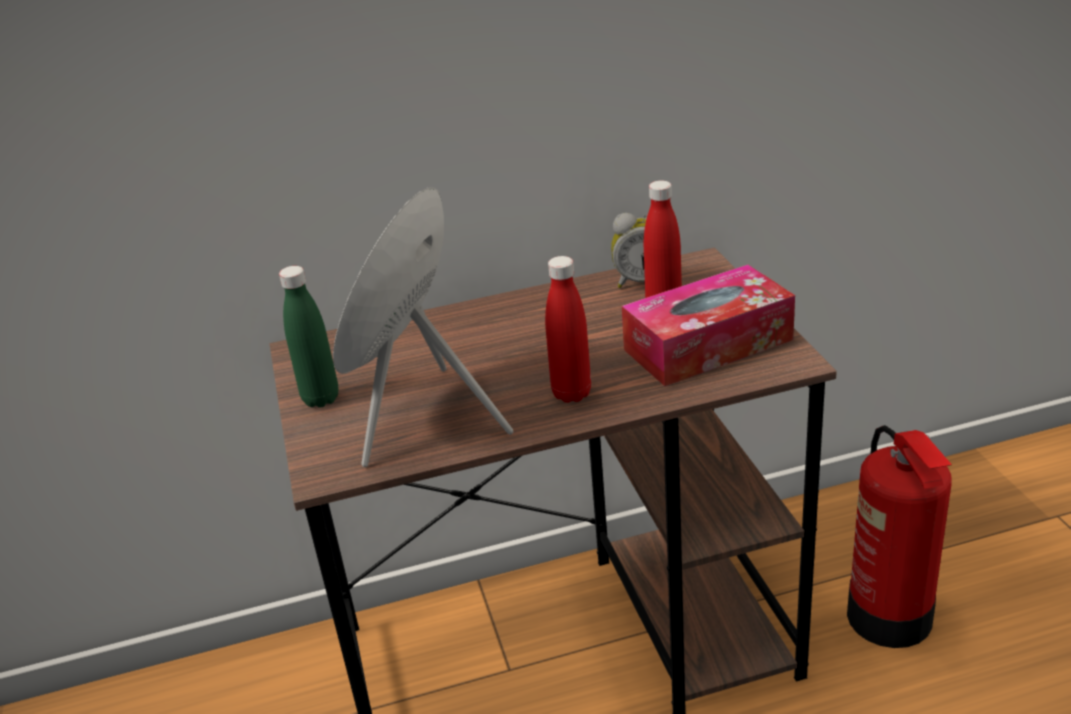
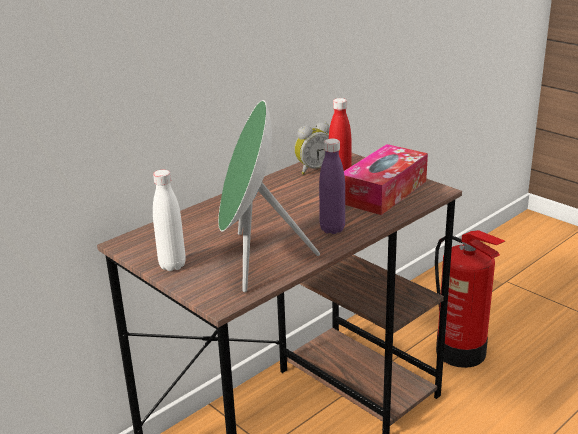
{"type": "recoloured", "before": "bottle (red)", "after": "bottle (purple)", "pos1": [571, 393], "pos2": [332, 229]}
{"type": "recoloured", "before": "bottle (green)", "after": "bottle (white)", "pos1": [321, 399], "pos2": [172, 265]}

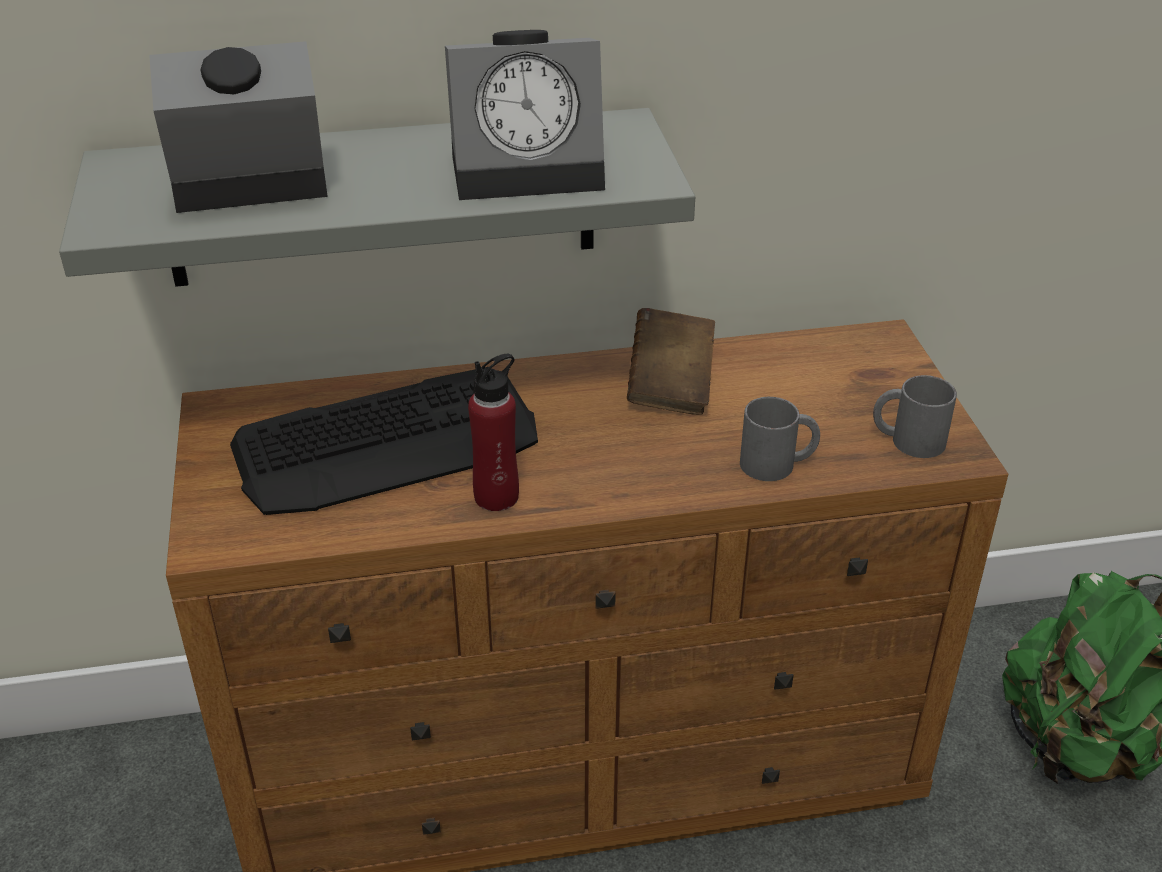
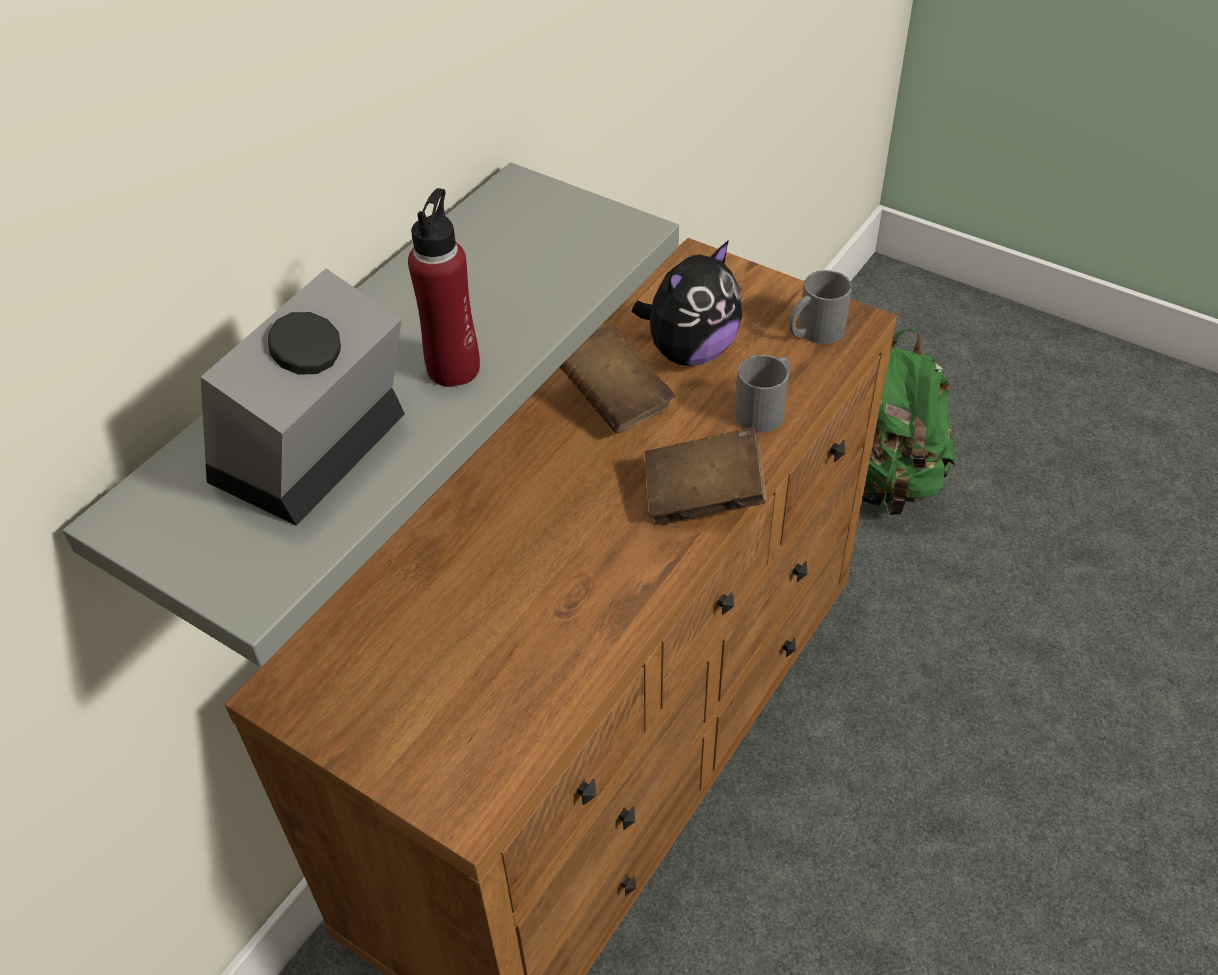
{"type": "removed", "before": "alarm clock", "pos1": [531, 168]}
{"type": "moved", "before": "bottle (red)", "pos1": [496, 496], "pos2": [453, 368]}
{"type": "removed", "before": "keyboard", "pos1": [388, 444]}
{"type": "added", "after": "plush toy", "pos2": [690, 351]}
{"type": "added", "after": "book (brown)", "pos2": [703, 497]}

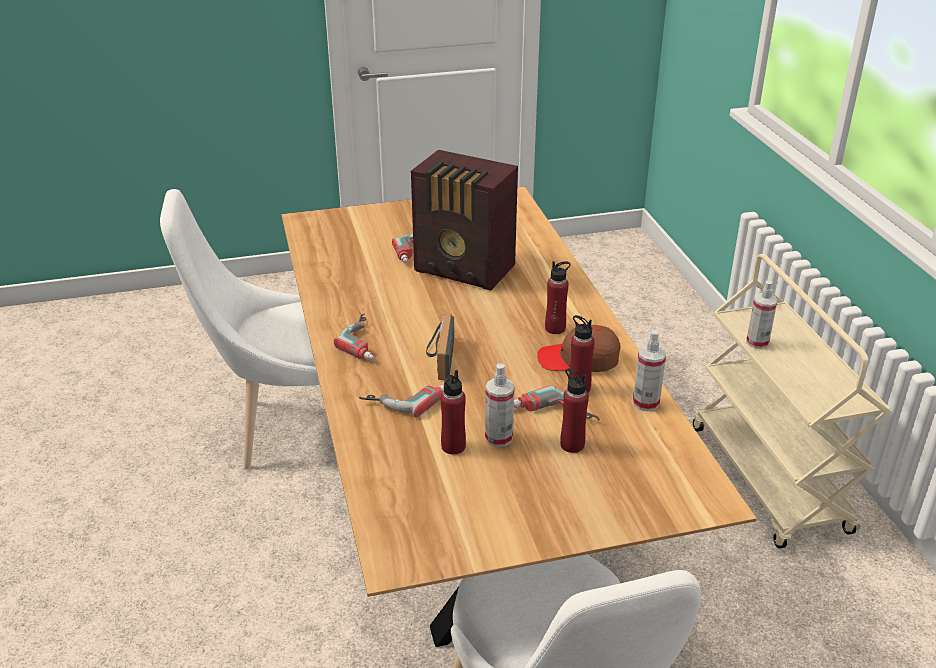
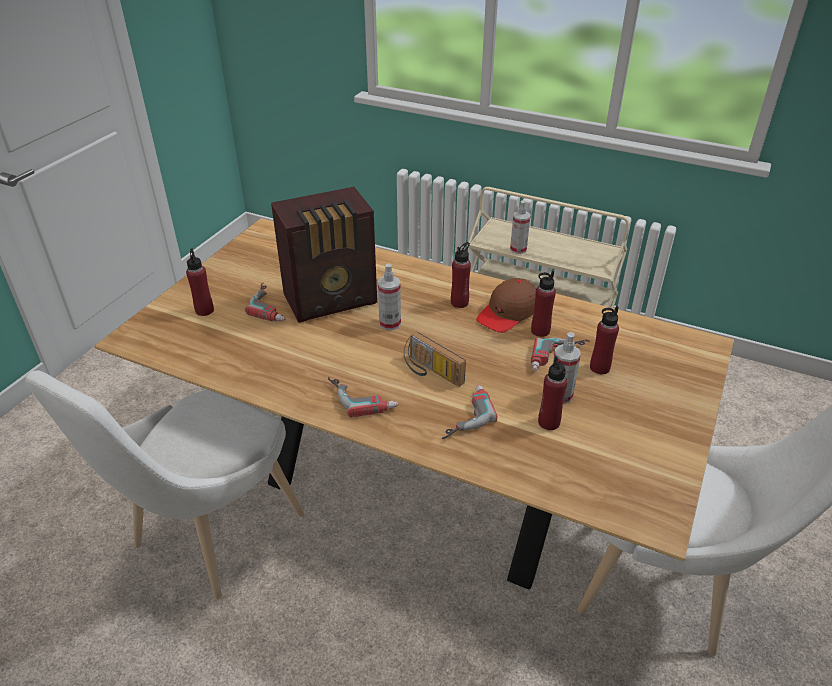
{"type": "moved", "before": "spray bottle", "pos1": [646, 403], "pos2": [390, 323]}
{"type": "added", "after": "bottle (red)", "pos2": [204, 310]}

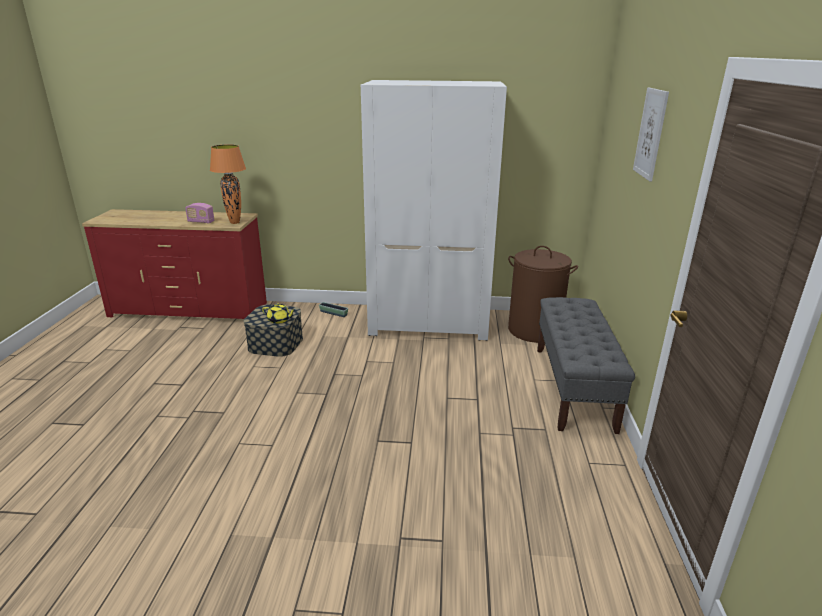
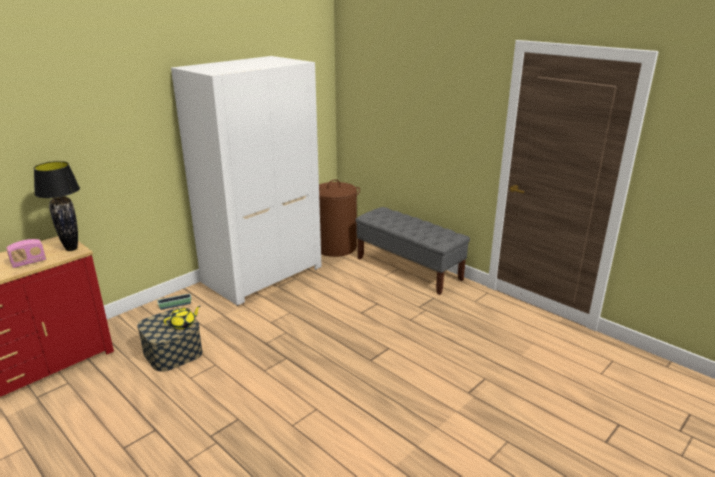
{"type": "removed", "before": "picture", "pos1": [650, 133]}
{"type": "recoloured", "before": "table lamp (orange)", "after": "table lamp (black)", "pos1": [235, 222], "pos2": [72, 249]}

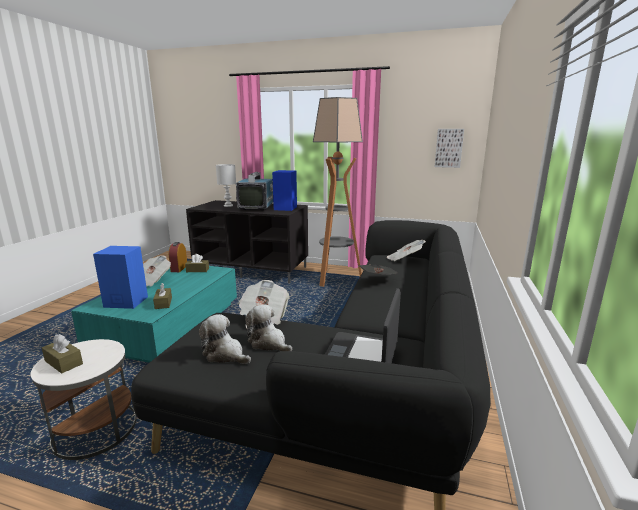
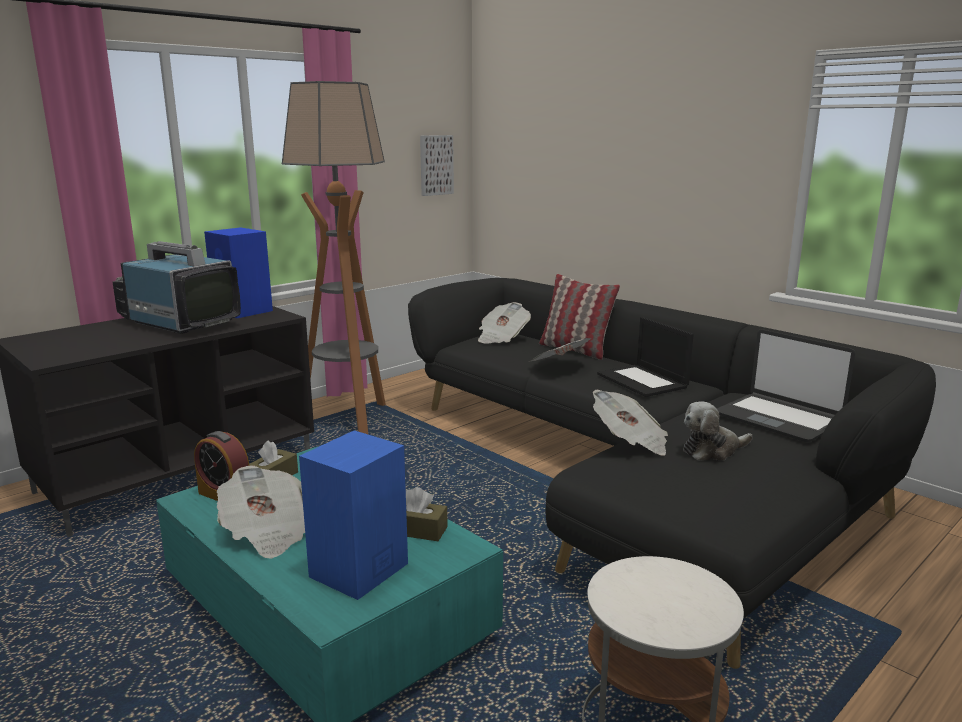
{"type": "removed", "before": "table lamp (white)", "pos1": [227, 206]}
{"type": "removed", "before": "plush toy", "pos1": [225, 354]}
{"type": "removed", "before": "tissue box (brown)", "pos1": [63, 362]}
{"type": "added", "after": "pillow", "pos2": [575, 350]}
{"type": "added", "after": "laptop", "pos2": [643, 381]}

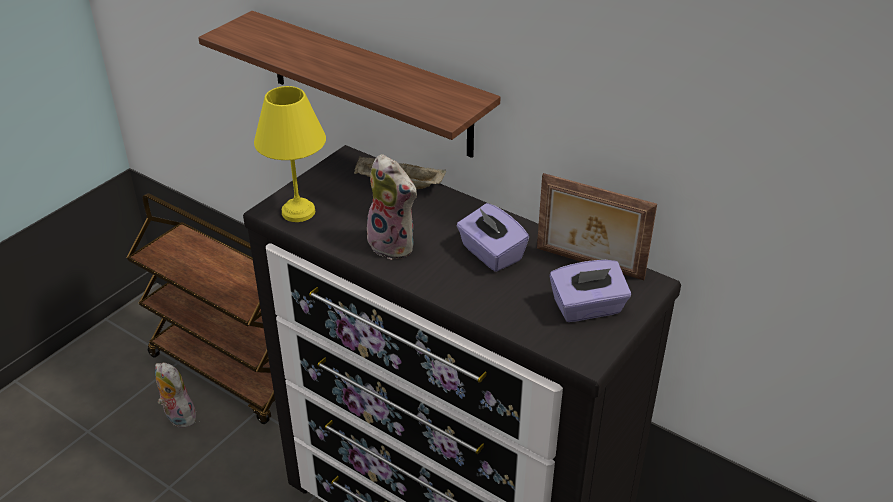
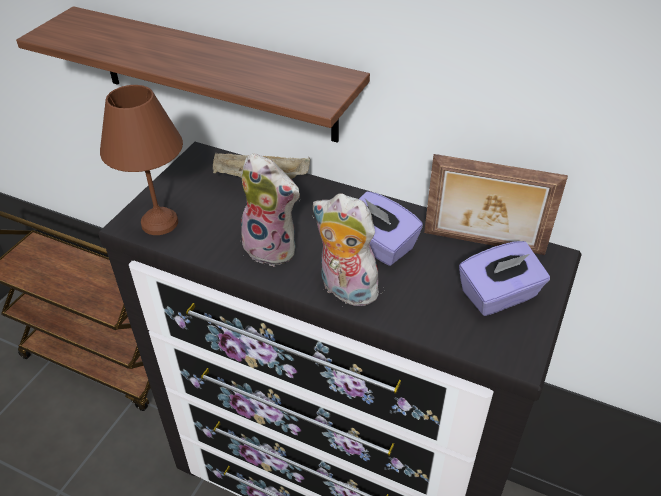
{"type": "recoloured", "before": "table lamp (yellow)", "after": "table lamp (brown)", "pos1": [300, 211], "pos2": [161, 222]}
{"type": "moved", "before": "plush toy", "pos1": [177, 416], "pos2": [344, 290]}

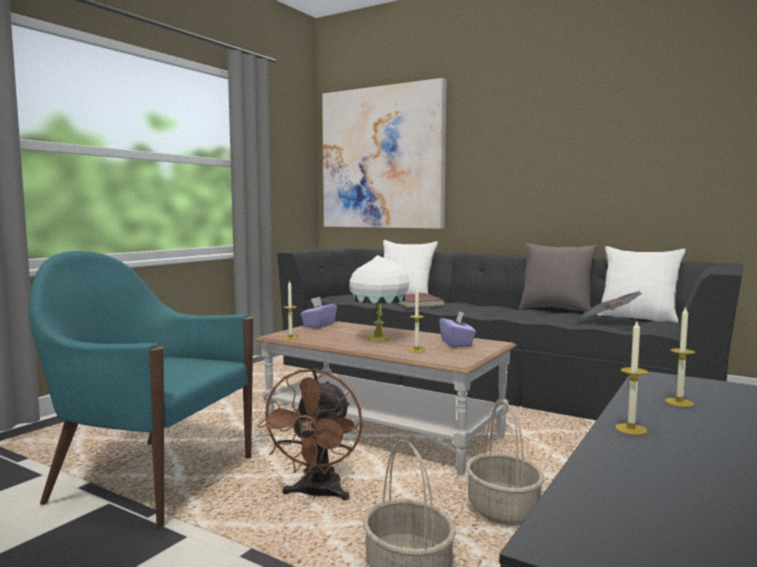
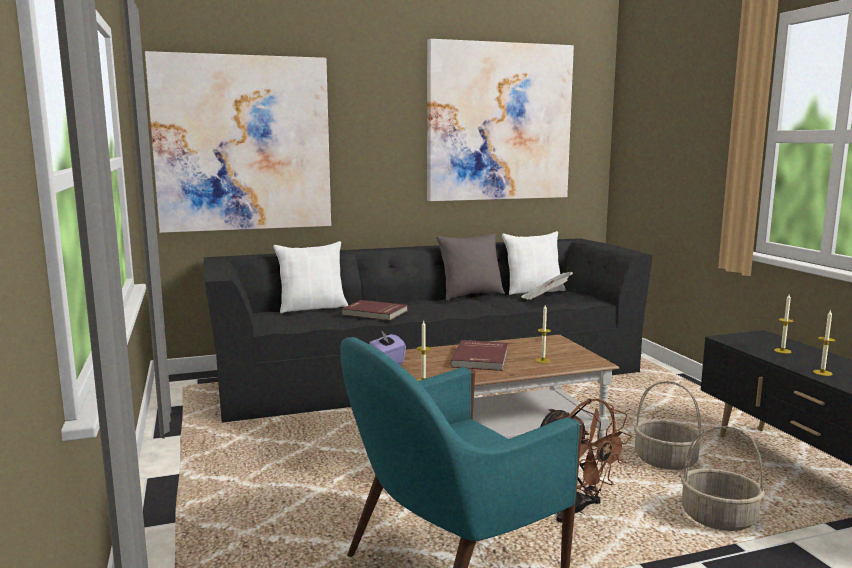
{"type": "replaced", "before": "table lamp (white)", "after": "book (red)", "pos1": [379, 338], "pos2": [482, 358]}
{"type": "removed", "before": "tissue box (purple)", "pos1": [457, 344]}
{"type": "added", "after": "picture", "pos2": [498, 122]}

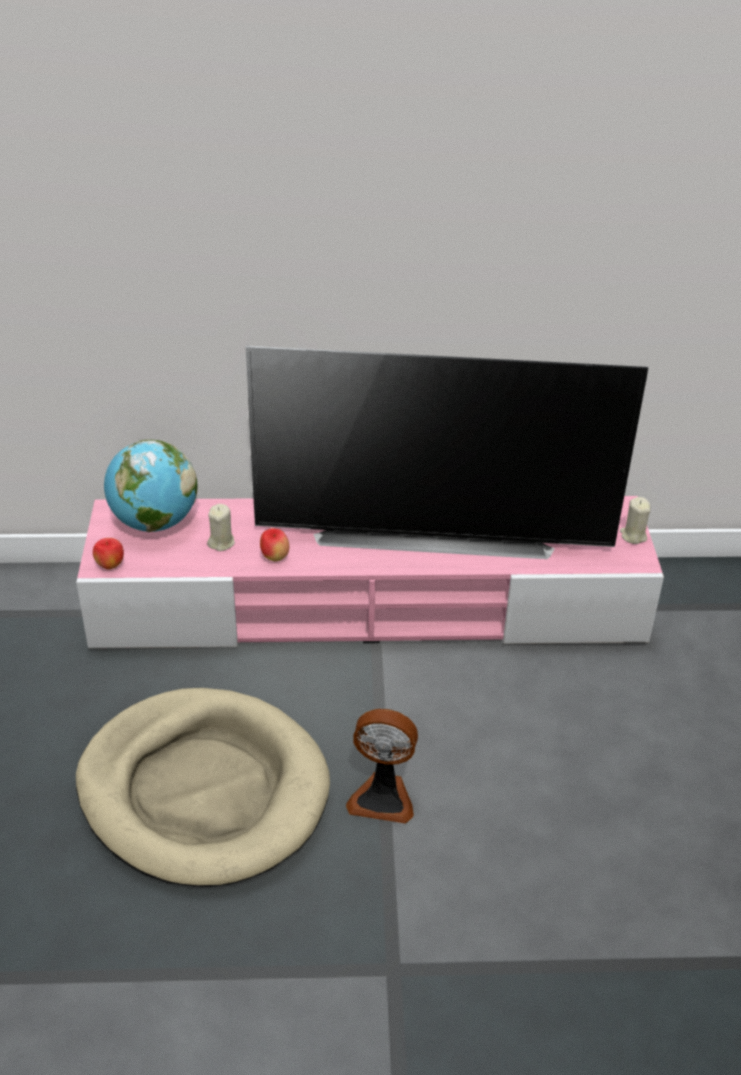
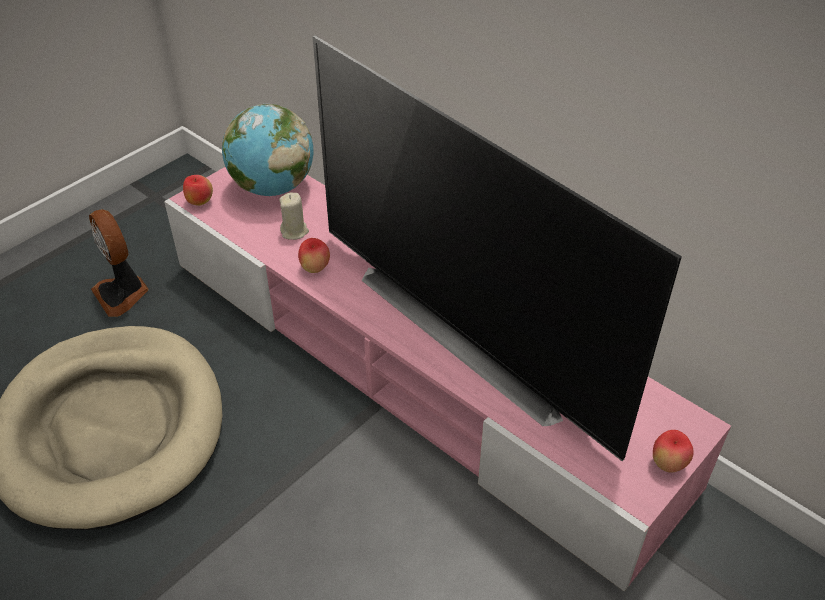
{"type": "replaced", "before": "candle (beige)", "after": "apple", "pos1": [633, 535], "pos2": [668, 464]}
{"type": "moved", "before": "fan", "pos1": [382, 797], "pos2": [122, 293]}

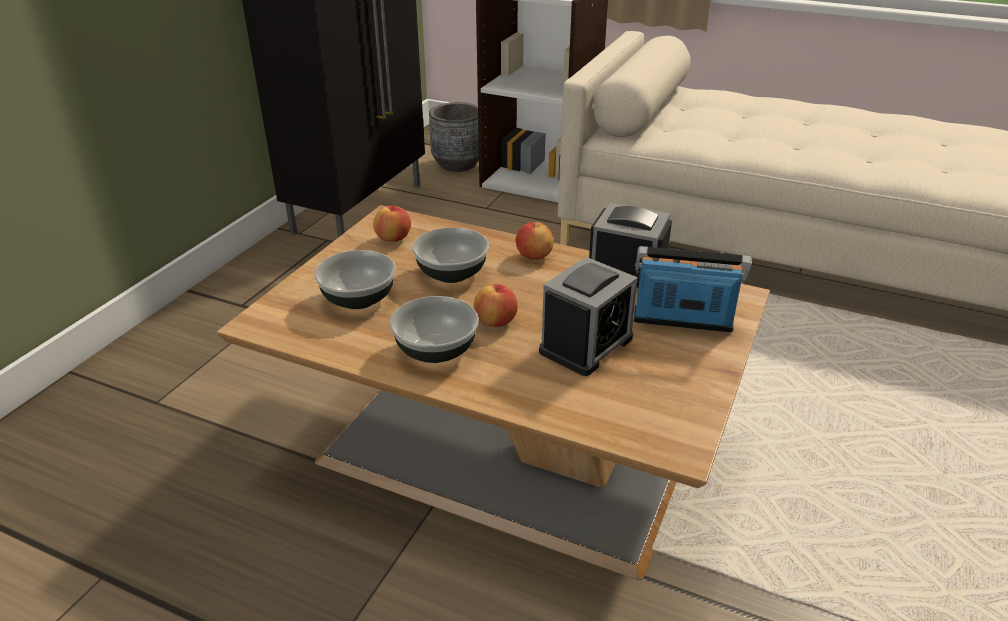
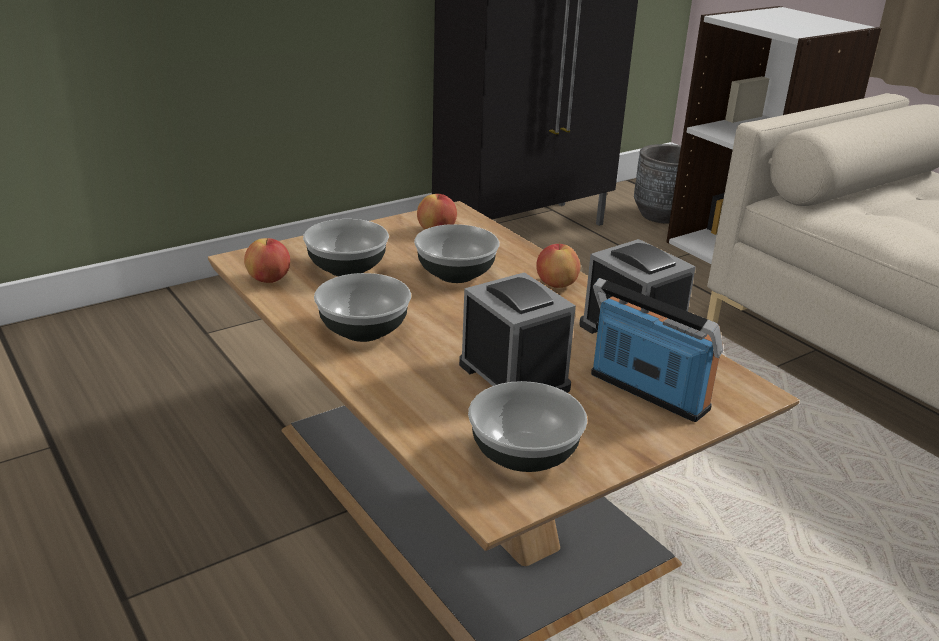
{"type": "turned", "before": "alarm clock", "pos1": [586, 345], "pos2": [513, 376], "turn": -105}
{"type": "moved", "before": "apple", "pos1": [496, 322], "pos2": [269, 279]}
{"type": "added", "after": "bowl", "pos2": [523, 454]}

